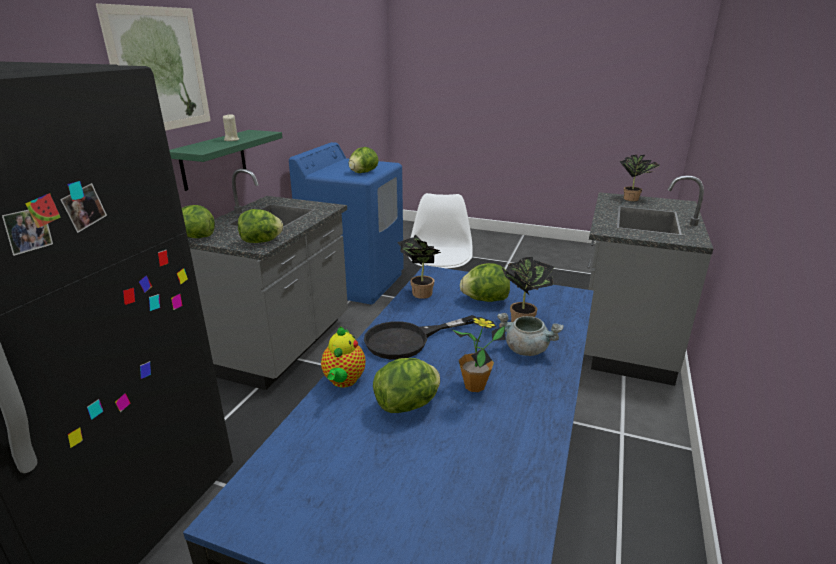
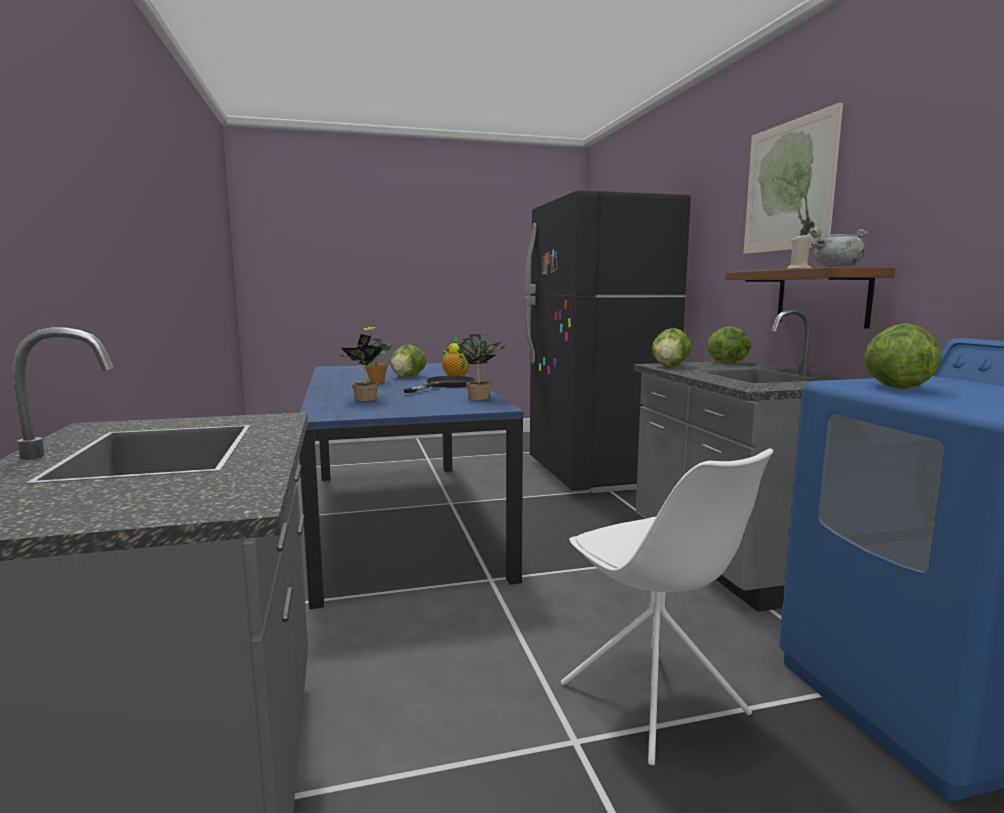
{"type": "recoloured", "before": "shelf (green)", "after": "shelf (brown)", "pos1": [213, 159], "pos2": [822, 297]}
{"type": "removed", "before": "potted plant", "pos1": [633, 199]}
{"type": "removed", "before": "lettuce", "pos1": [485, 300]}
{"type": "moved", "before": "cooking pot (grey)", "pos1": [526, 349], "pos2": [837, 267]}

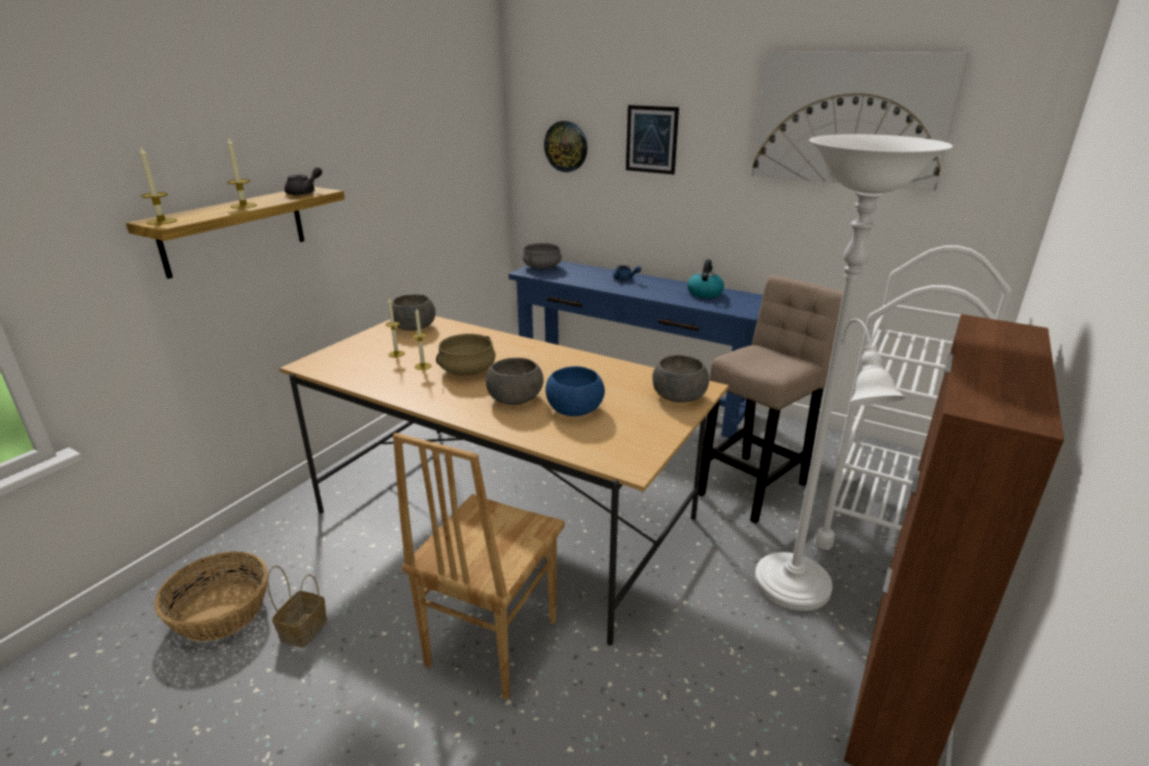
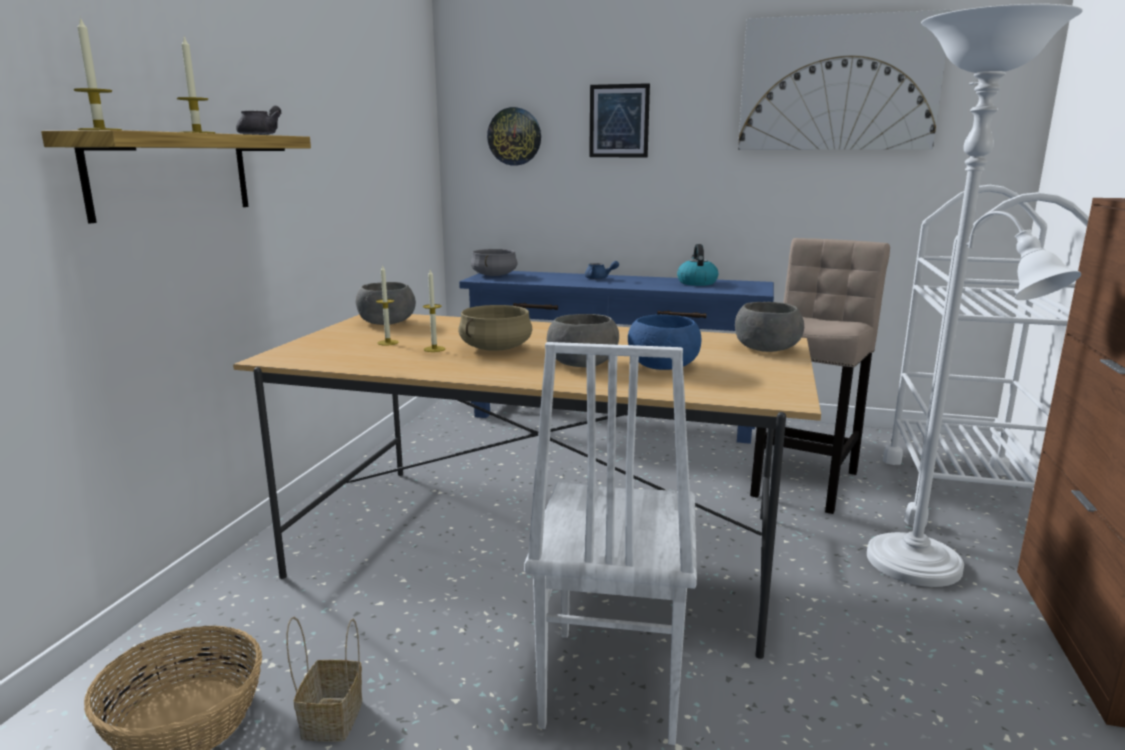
{"type": "recoloured", "before": "chair (brown)", "after": "chair (white)", "pos1": [490, 643], "pos2": [609, 684]}

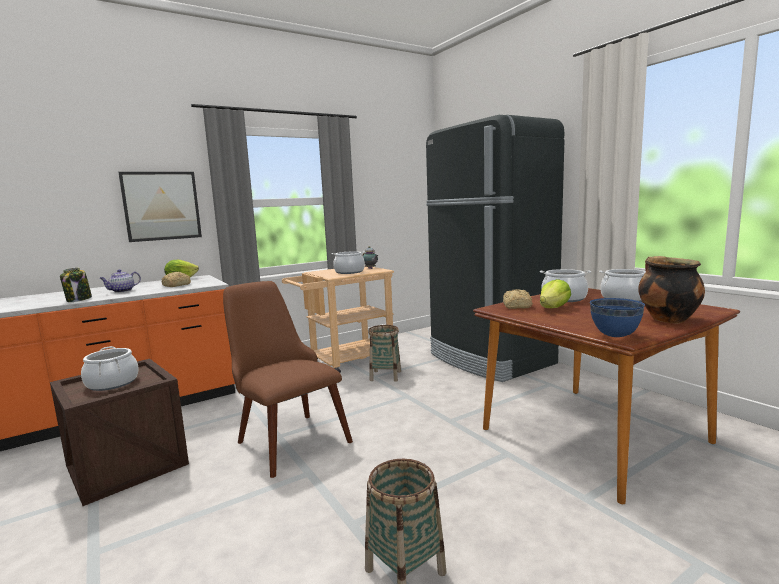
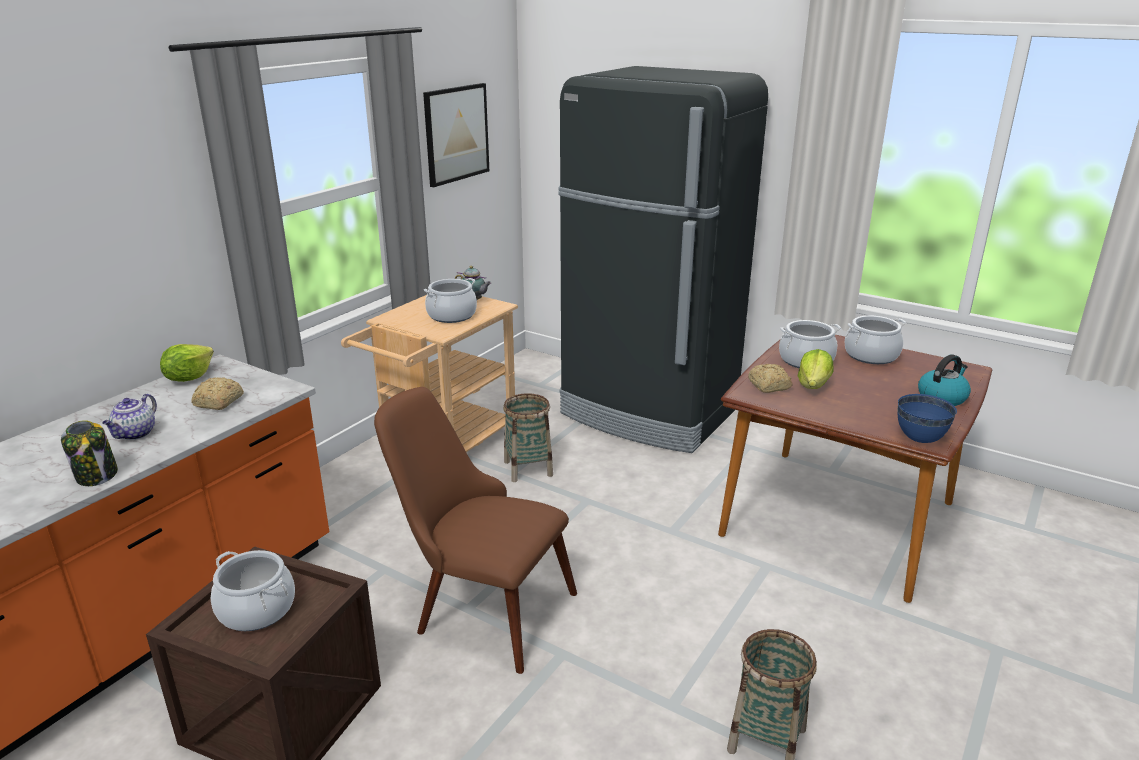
{"type": "moved", "before": "picture", "pos1": [161, 206], "pos2": [456, 134]}
{"type": "replaced", "before": "cooking pot", "after": "kettle", "pos1": [666, 319], "pos2": [942, 397]}

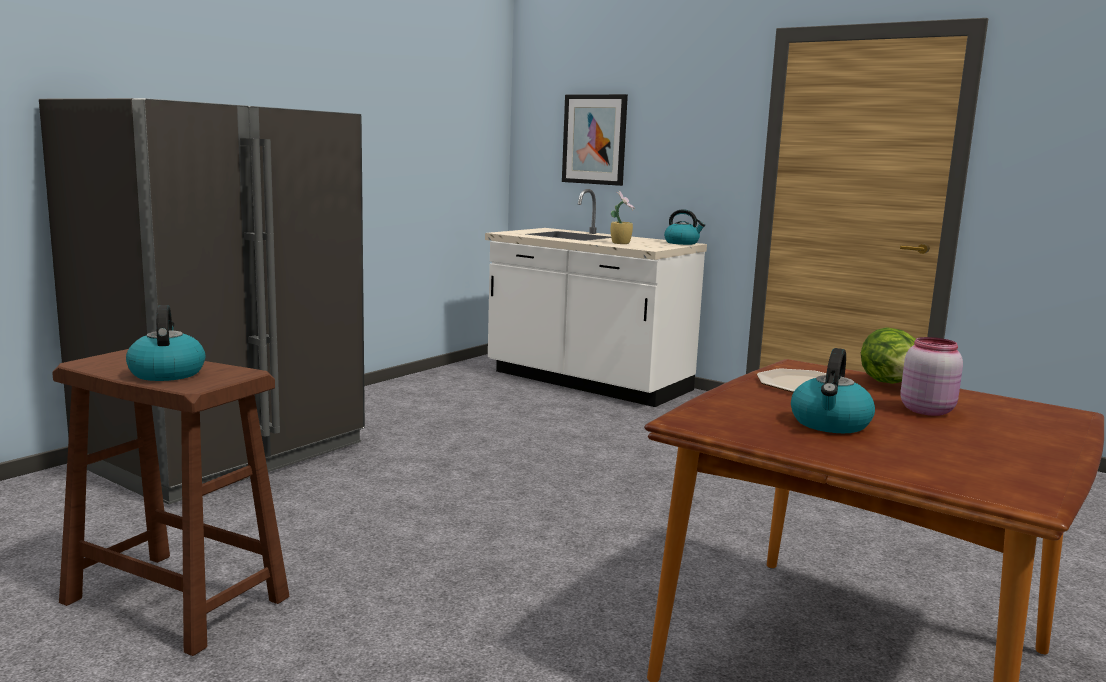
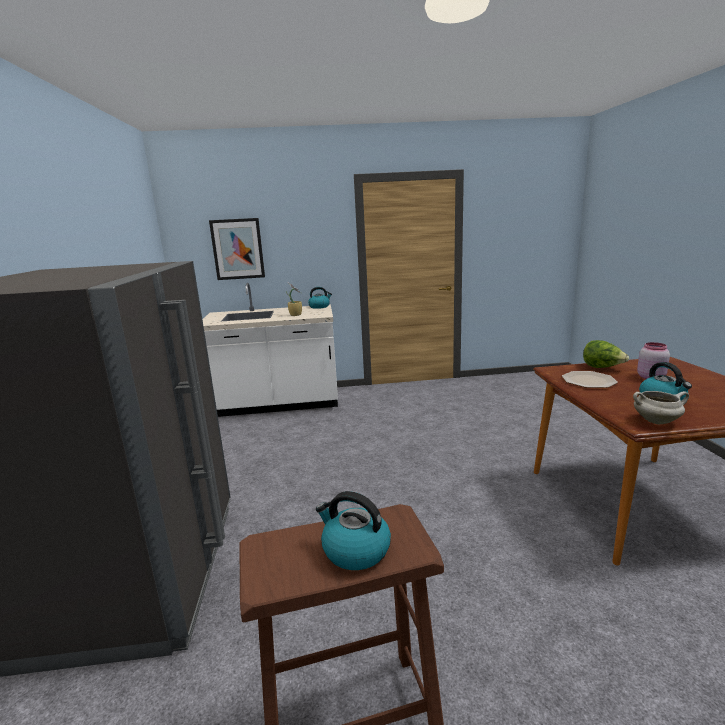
{"type": "added", "after": "cooking pot (white)", "pos2": [656, 421]}

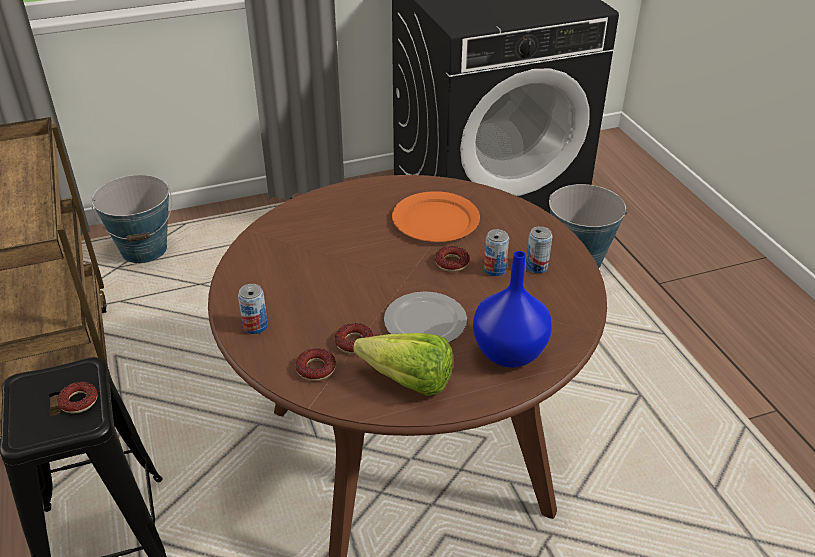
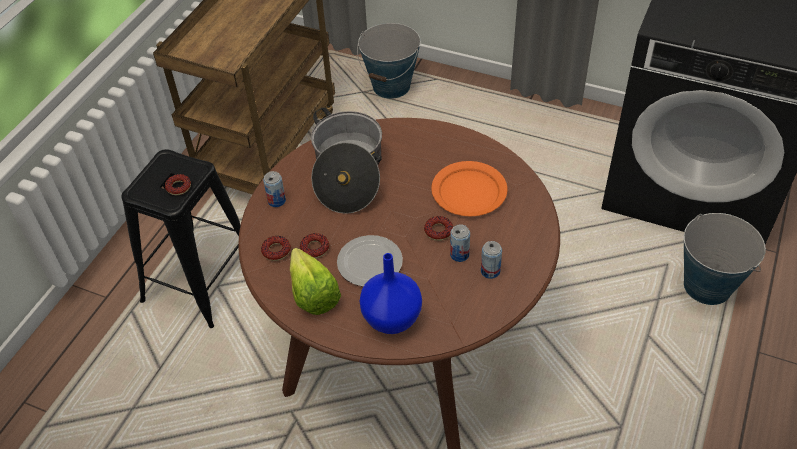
{"type": "added", "after": "cooking pot", "pos2": [348, 173]}

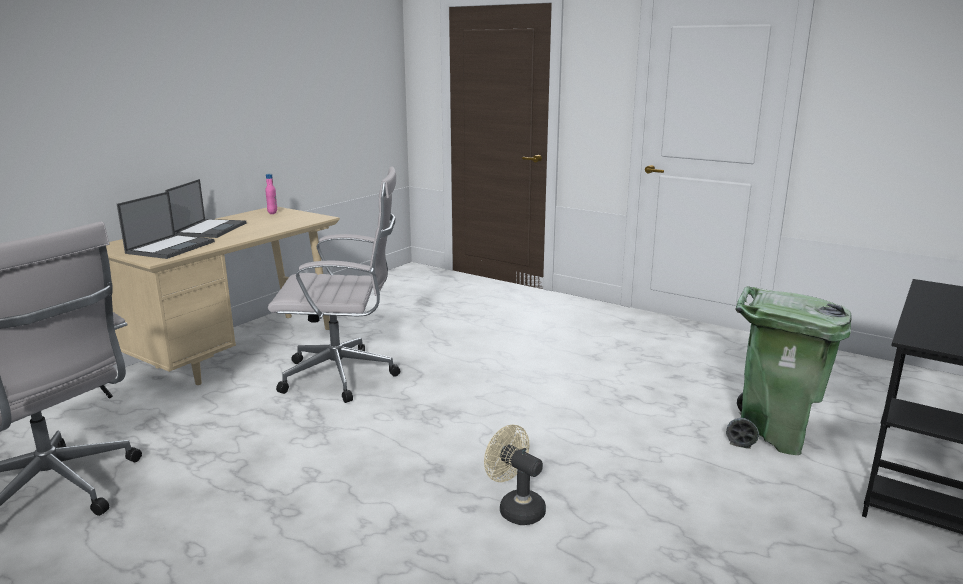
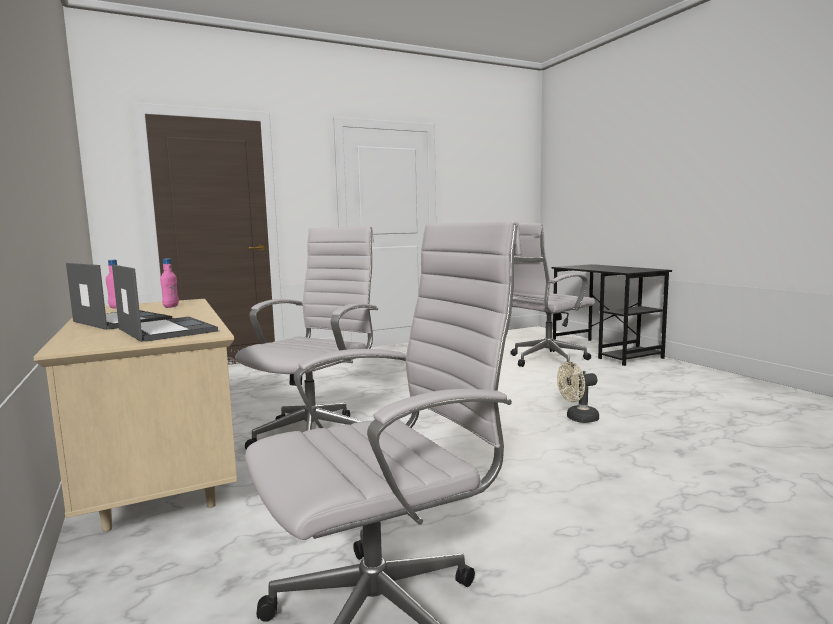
{"type": "replaced", "before": "trash can (green)", "after": "office chair (white)", "pos1": [771, 435], "pos2": [545, 361]}
{"type": "added", "after": "bottle (pink)", "pos2": [171, 306]}

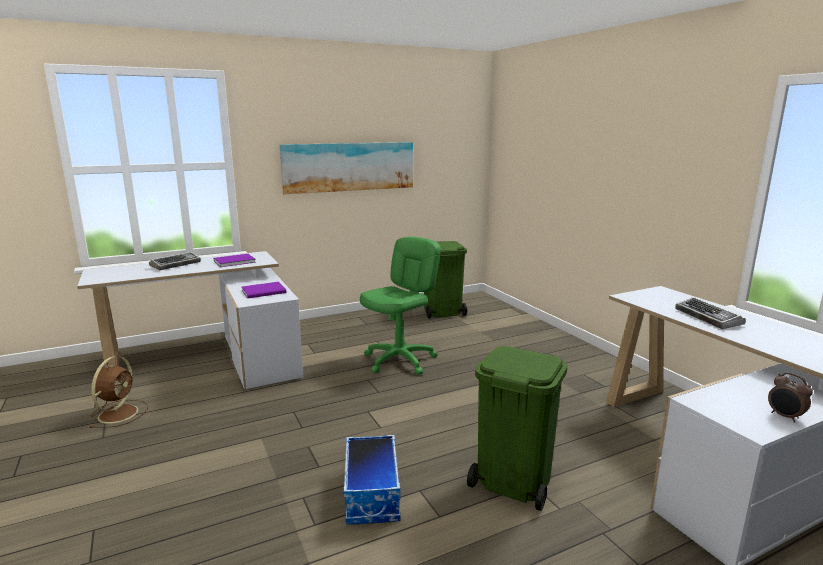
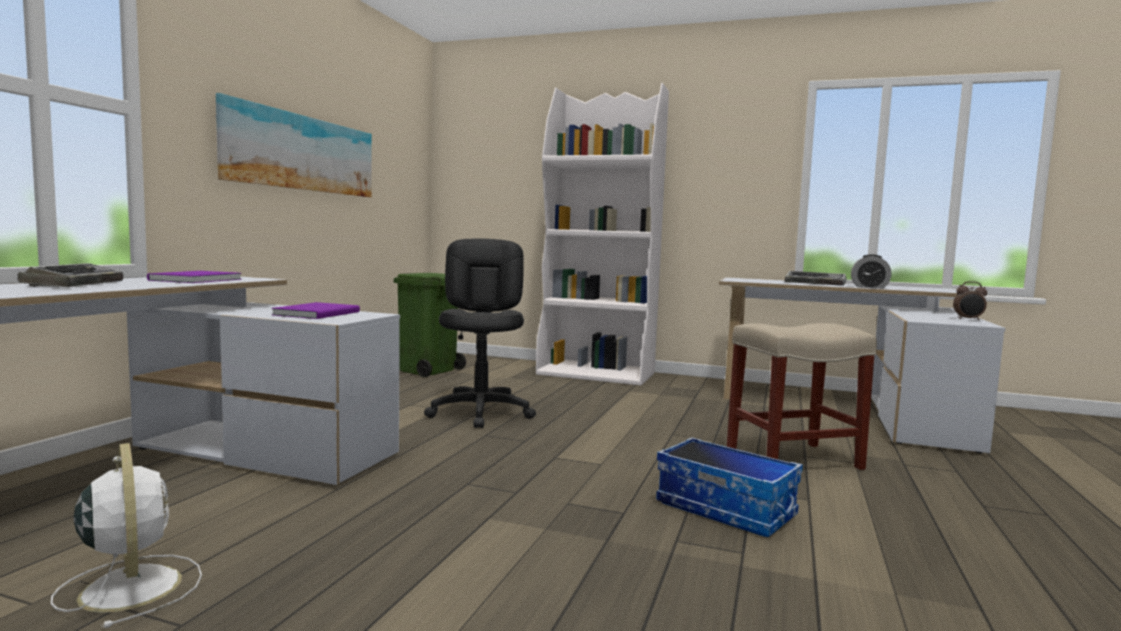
{"type": "recoloured", "before": "office chair (green)", "after": "office chair (black)", "pos1": [400, 360], "pos2": [481, 413]}
{"type": "replaced", "before": "trash can (green)", "after": "stool (beige)", "pos1": [512, 481], "pos2": [792, 459]}
{"type": "recoloured", "before": "fan (brown)", "after": "fan (white)", "pos1": [119, 413], "pos2": [130, 586]}
{"type": "added", "after": "bookcase (white)", "pos2": [597, 374]}
{"type": "added", "after": "alarm clock", "pos2": [869, 287]}

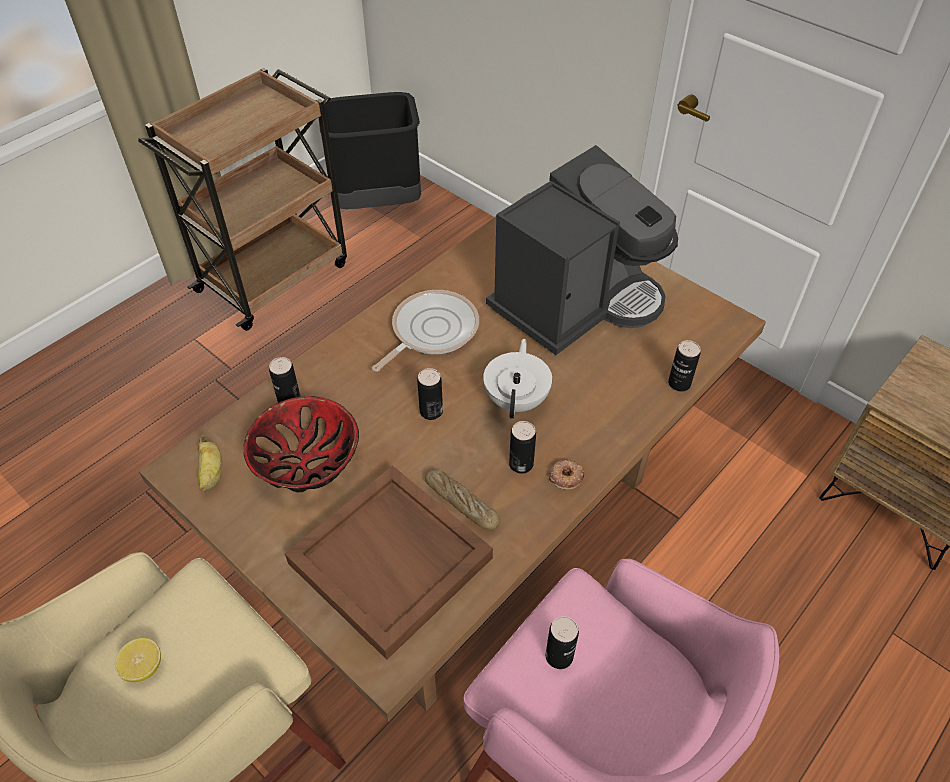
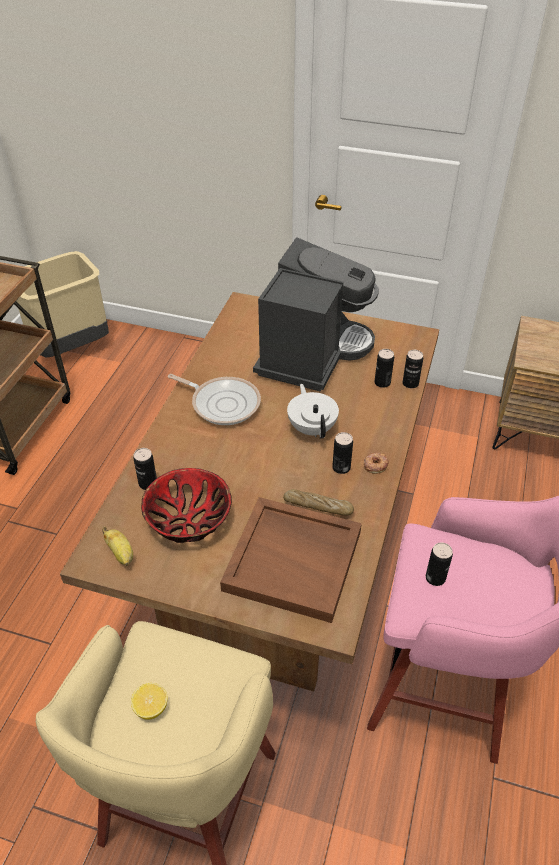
{"type": "recoloured", "before": "trash can (black)", "after": "trash can (beige)", "pos1": [378, 203], "pos2": [71, 347]}
{"type": "turned", "before": "frying pan", "pos1": [431, 331], "pos2": [222, 403], "turn": 105}
{"type": "moved", "before": "can", "pos1": [431, 411], "pos2": [382, 382]}

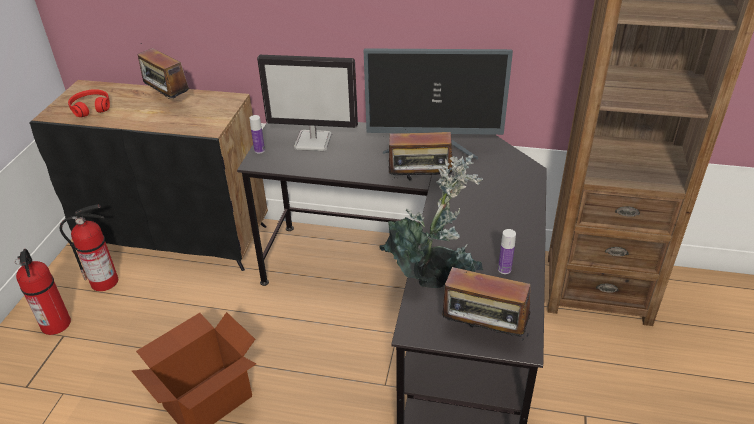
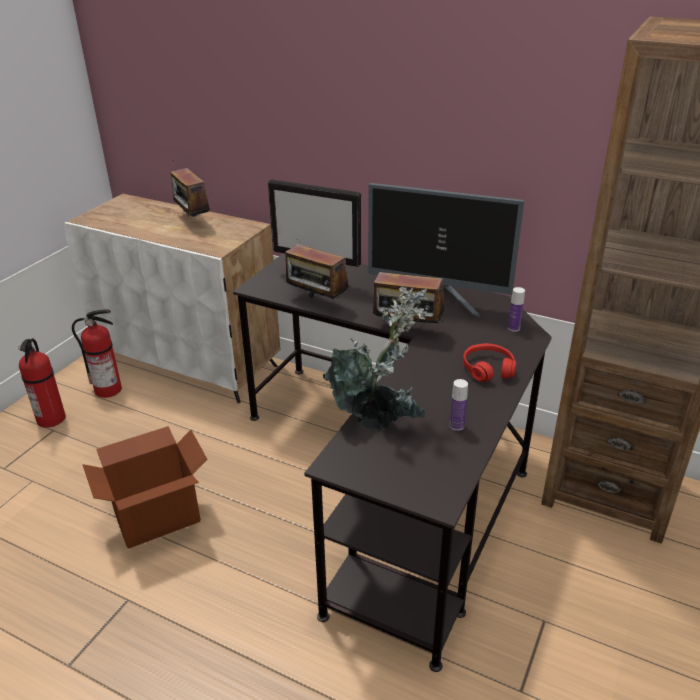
{"type": "recoloured", "before": "cabinet (black)", "after": "cabinet (white)", "pos1": [178, 237], "pos2": [190, 362]}
{"type": "moved", "before": "headphones (red)", "pos1": [91, 108], "pos2": [488, 368]}
{"type": "moved", "before": "bottle", "pos1": [259, 150], "pos2": [513, 328]}
{"type": "moved", "before": "radio", "pos1": [483, 333], "pos2": [317, 302]}

